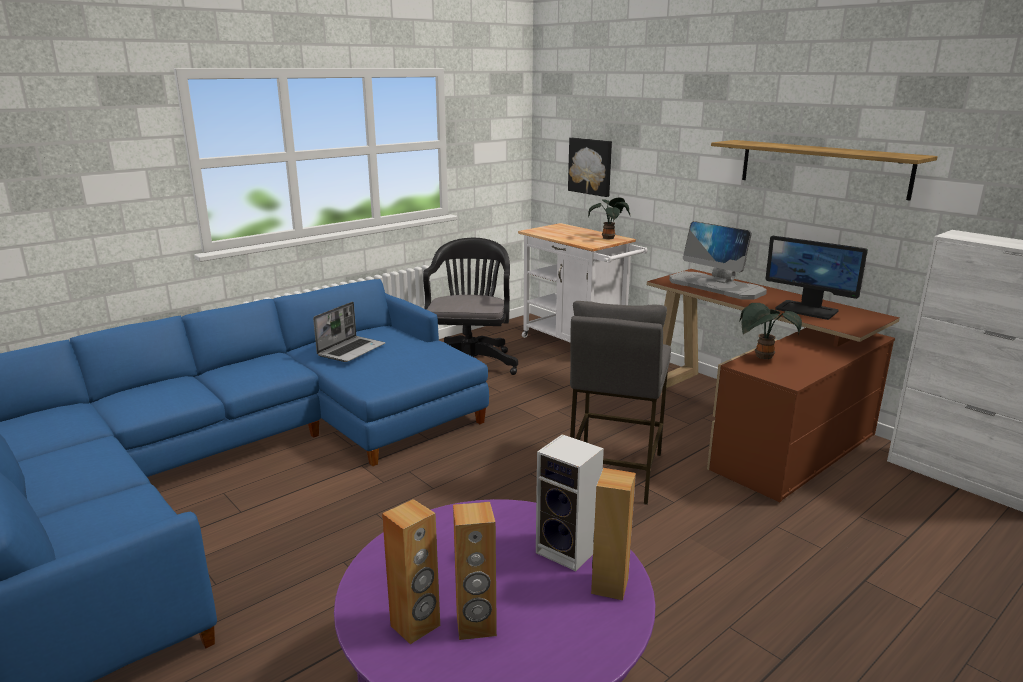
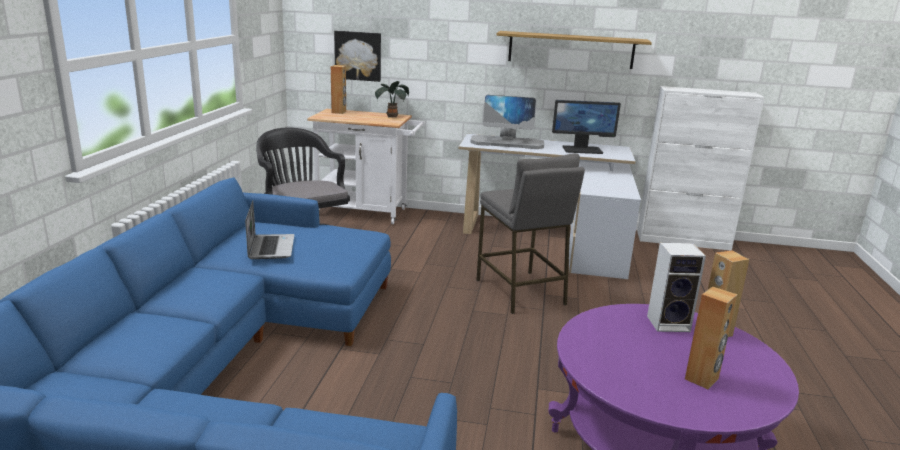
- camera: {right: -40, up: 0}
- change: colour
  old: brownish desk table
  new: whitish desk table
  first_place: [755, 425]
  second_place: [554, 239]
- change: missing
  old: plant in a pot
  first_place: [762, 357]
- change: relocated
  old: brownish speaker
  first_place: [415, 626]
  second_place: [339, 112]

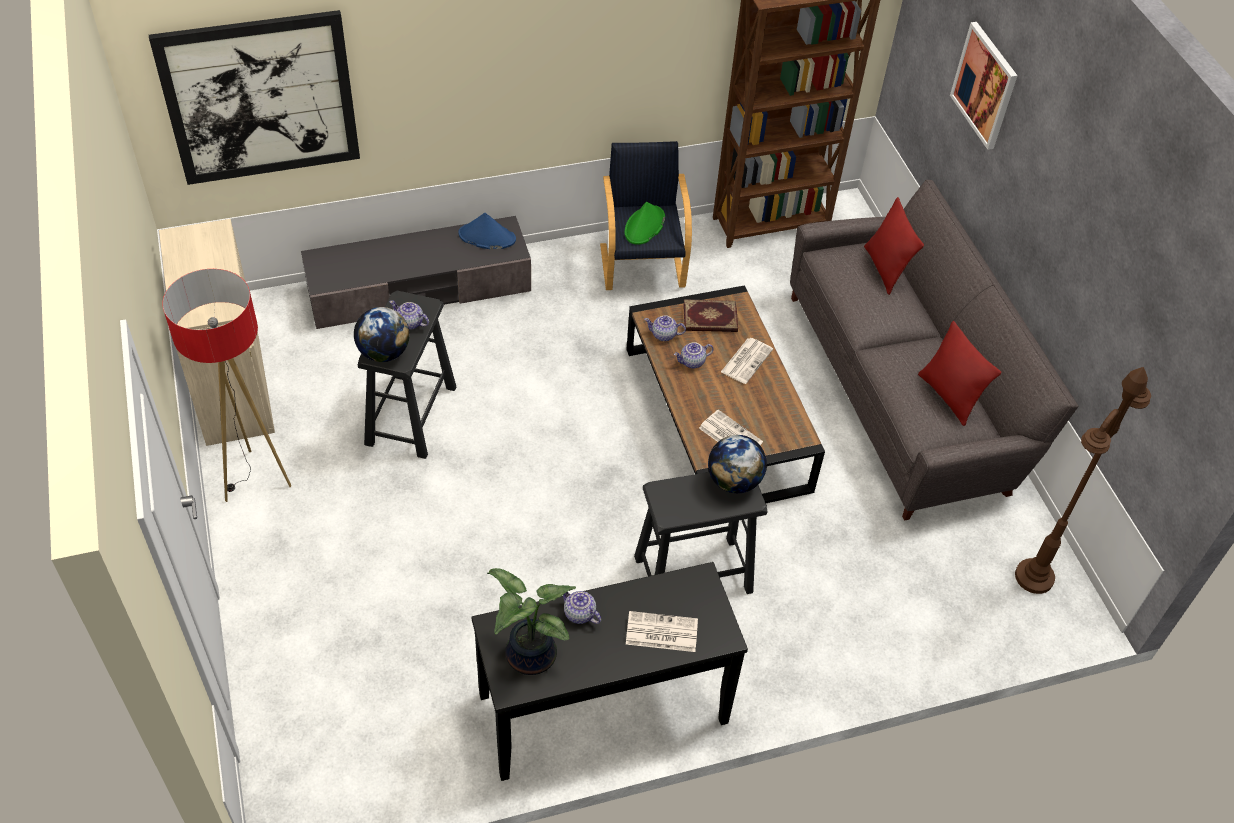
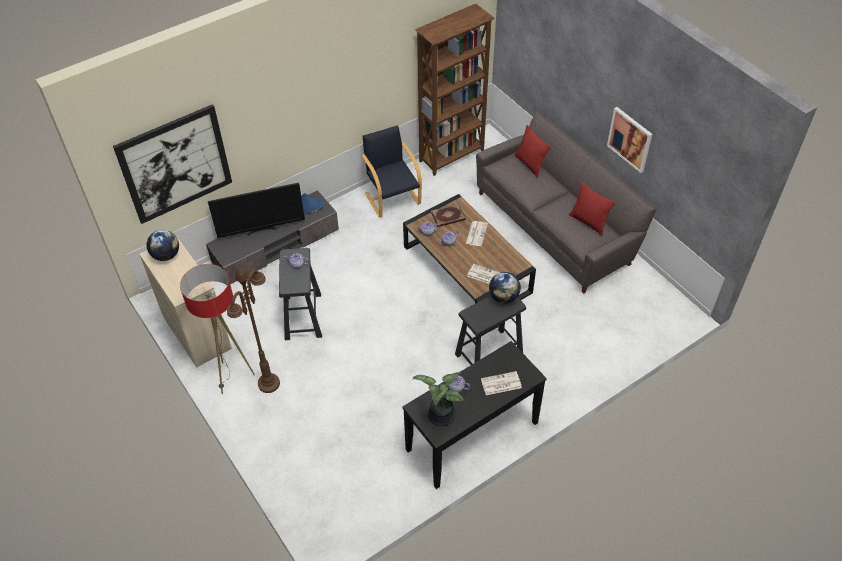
- camera: {right: -15, up: 0}
- change: relocated
  old: wall picture
  first_place: [985, 85]
  second_place: [630, 139]
- change: missing
  old: green-coloured clothing hat
  first_place: [644, 226]
- change: relocated
  old: globe
  first_place: [384, 352]
  second_place: [166, 255]
- change: relocated
  old: brownish standing lamp
  first_place: [1034, 577]
  second_place: [269, 384]
- change: appeared
  new: TV
  second_place: [261, 230]

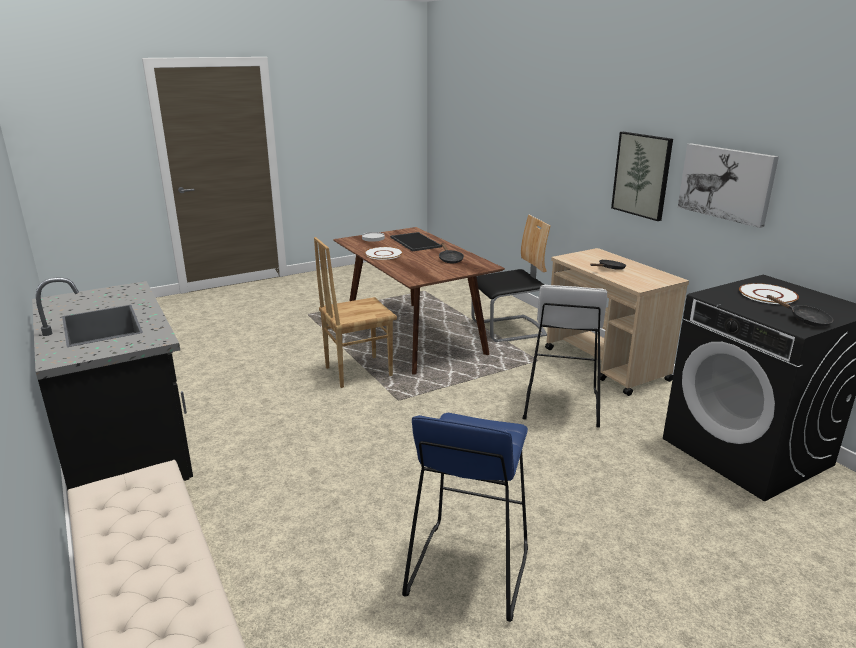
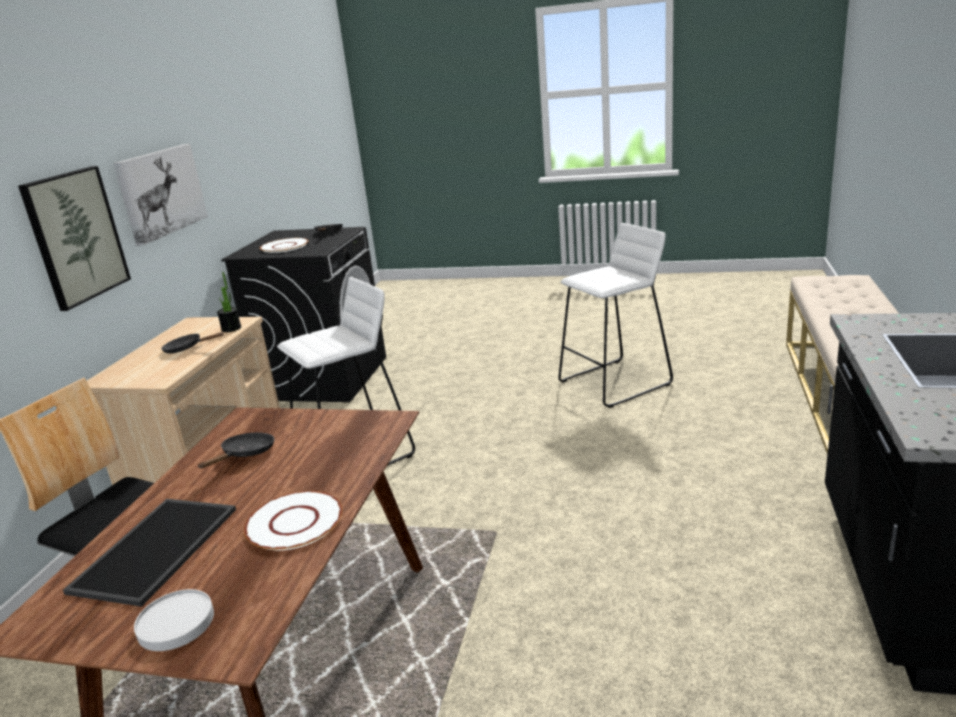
- camera: {right: -135, up: 0}
- change: missing
  old: brownish plain chair
  first_place: [357, 371]
- change: colour
  old: blue-coloured stool
  new: whitish stool
  first_place: [467, 570]
  second_place: [615, 383]
- change: appeared
  new: plant in a pot
  second_place: [231, 328]

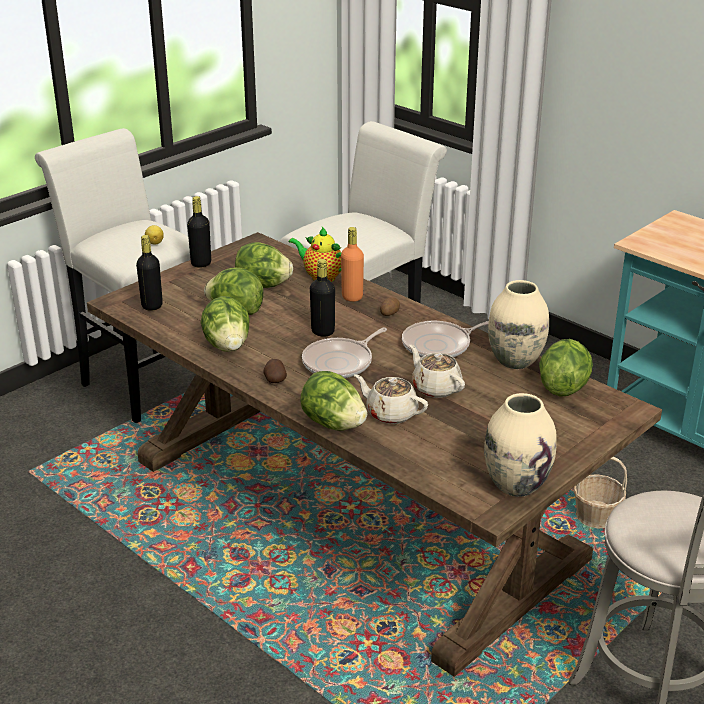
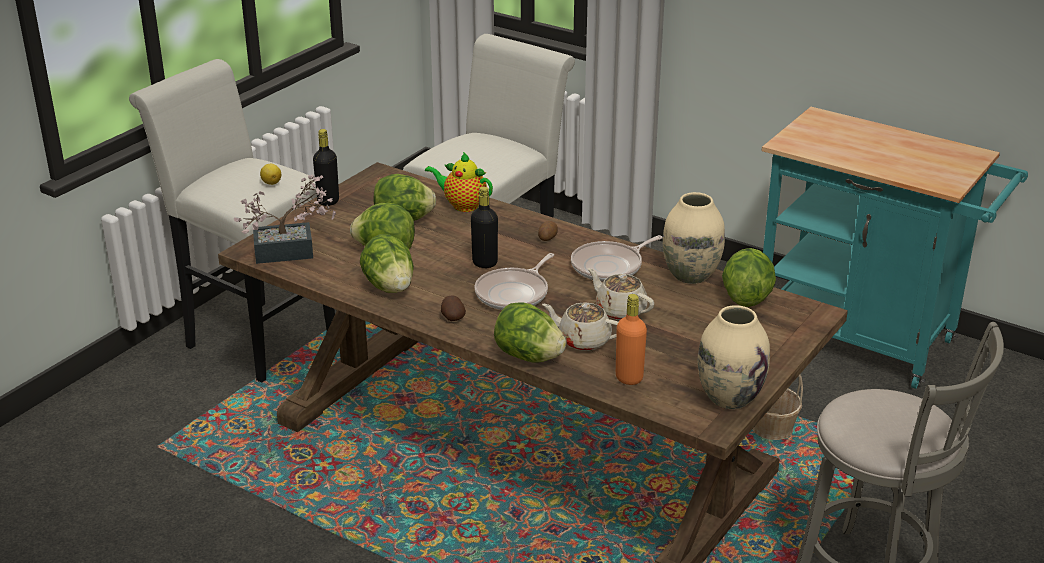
- camera: {right: -10, up: 0}
- change: relocated
  old: orange beverage bottle
  first_place: [352, 297]
  second_place: [629, 378]
- change: exchanged
  old: black-coloured beverage bottle
  new: plant in a pot
  first_place: [152, 306]
  second_place: [292, 251]

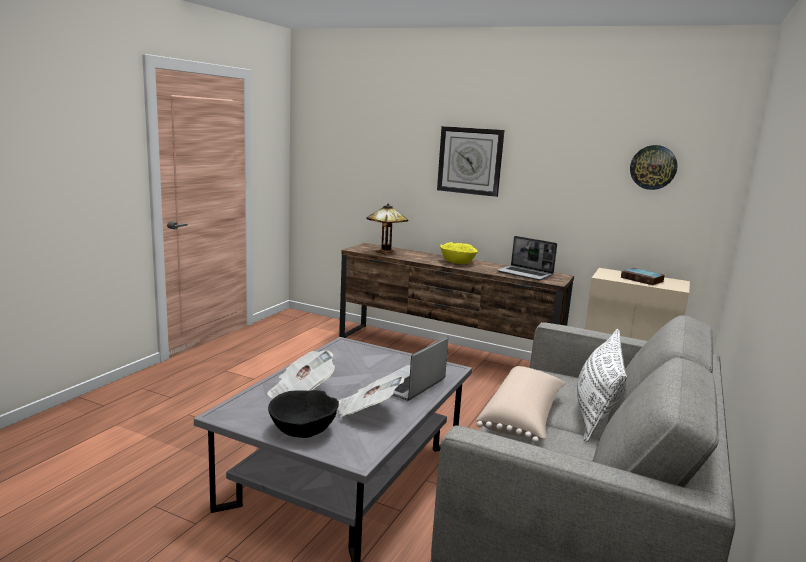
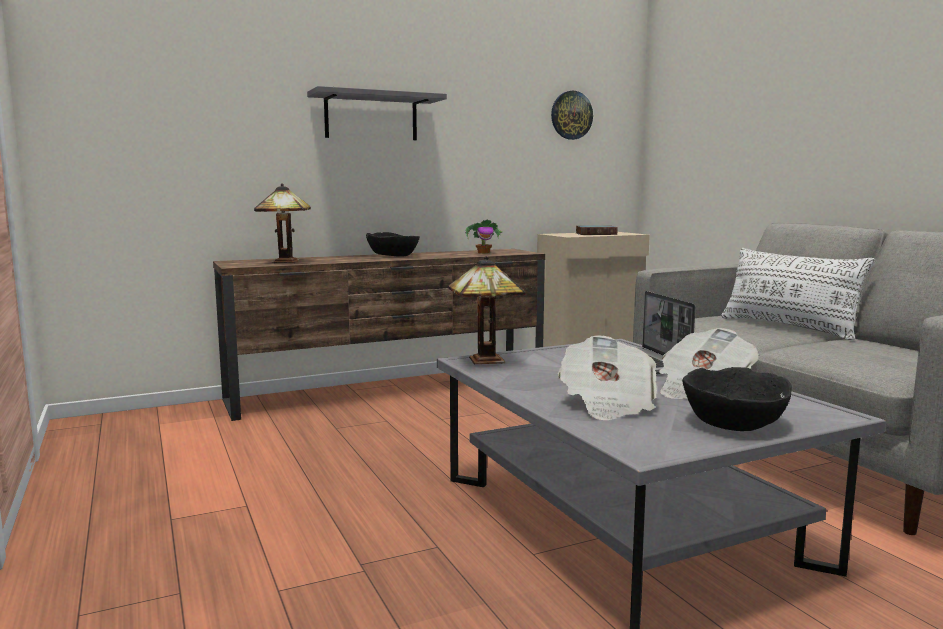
- camera: {right: -50, up: -5}
- change: exchanged
  old: wall clock
  new: gray shelf
  first_place: [470, 161]
  second_place: [371, 117]
- change: exchanged
  old: laptop
  new: plant in a pot
  first_place: [525, 274]
  second_place: [484, 253]
- change: colour
  old: yellow bowl
  new: black-coloured bowl
  first_place: [458, 262]
  second_place: [393, 256]
- change: missing
  old: beige cushion
  first_place: [523, 418]
- change: appeared
  new: table lamp
  second_place: [484, 361]

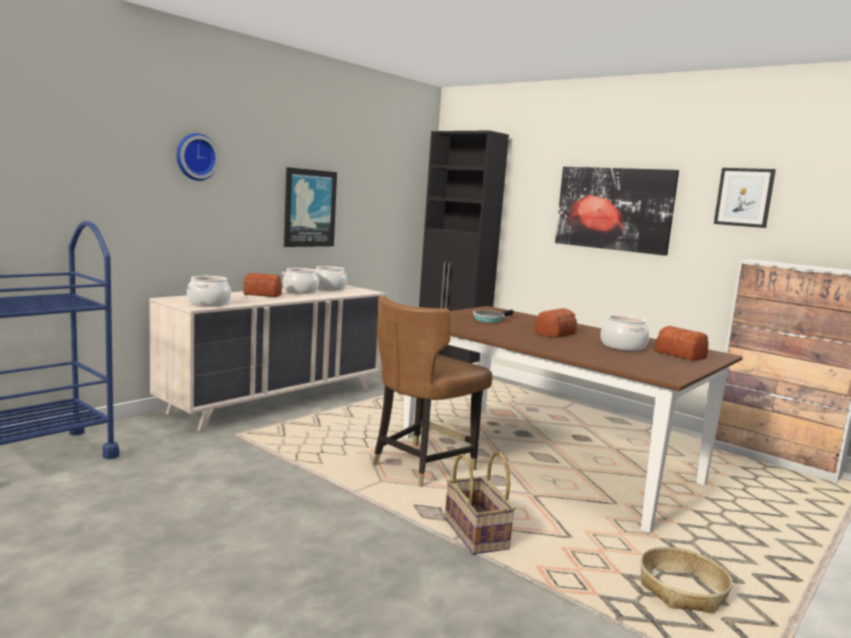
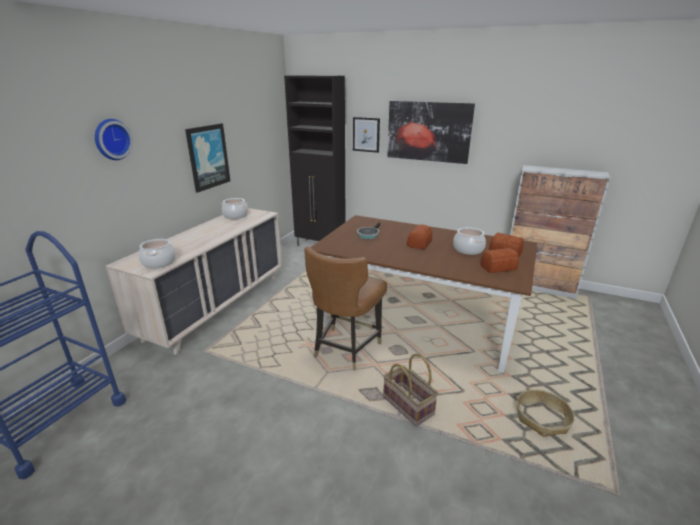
- camera: {right: -15, up: 15}
- change: relocated
  old: wall picture
  first_place: [744, 197]
  second_place: [366, 134]
- change: missing
  old: stockpot
  first_place: [300, 291]
- change: relocated
  old: bread
  first_place: [263, 294]
  second_place: [499, 267]

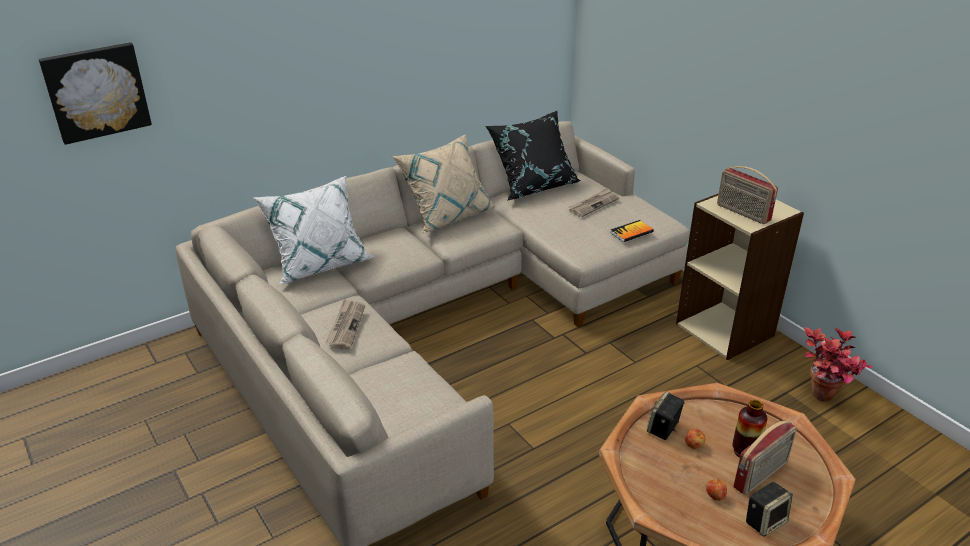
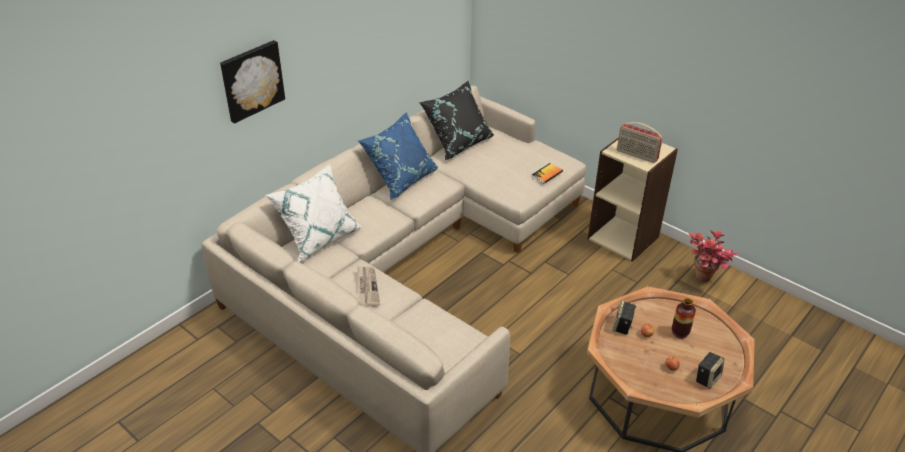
- camera: {right: -15, up: 5}
- change: relocated
  old: wall picture
  first_place: [96, 92]
  second_place: [251, 80]
- change: colour
  old: beige cushion
  new: blue-coloured cushion
  first_place: [447, 215]
  second_place: [401, 179]
- change: missing
  old: daily paper
  first_place: [593, 204]
- change: missing
  old: radio receiver
  first_place: [761, 475]

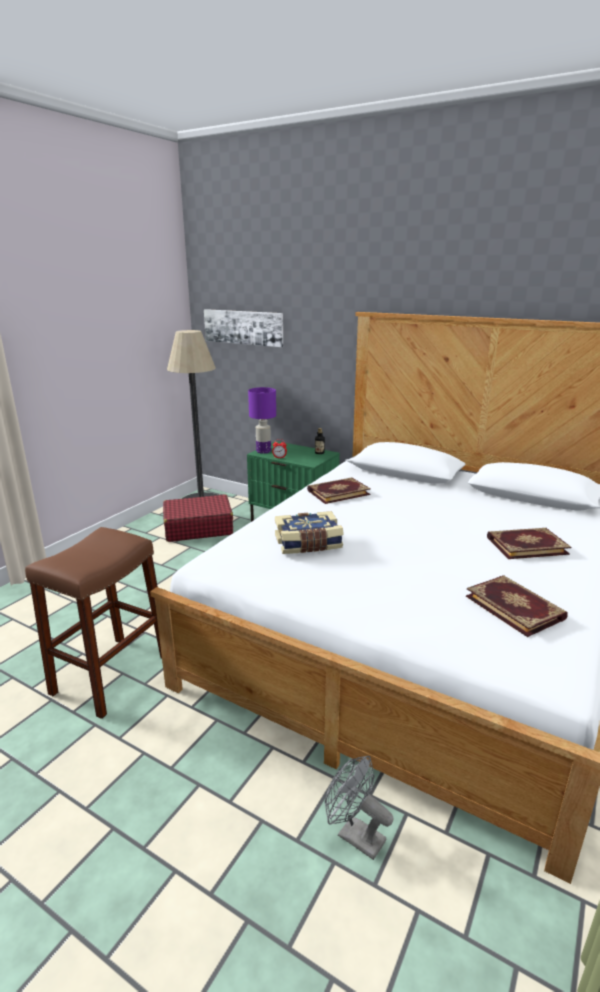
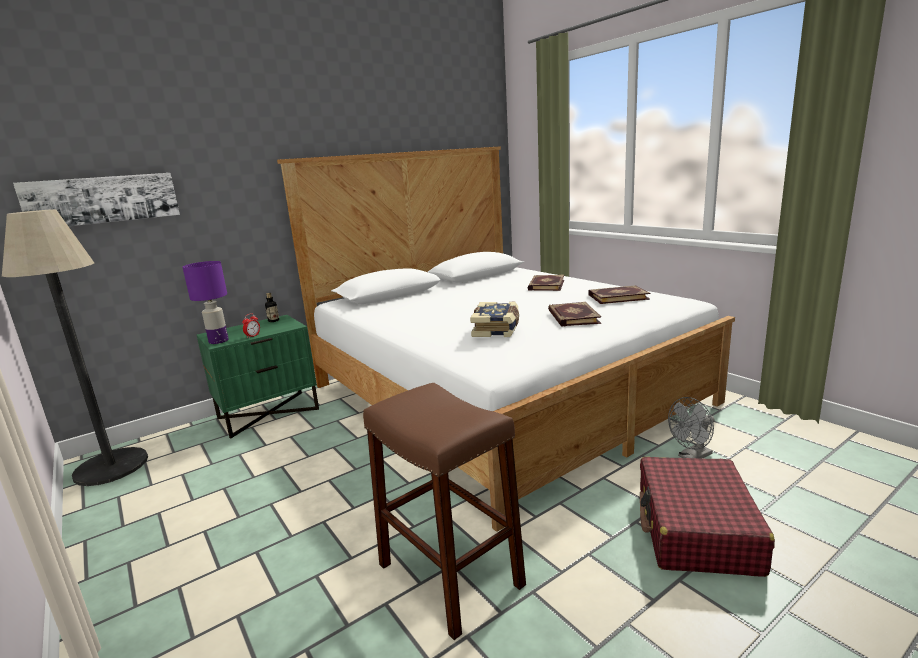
- camera: {right: -65, up: -5}
- change: relocated
  old: book
  first_place: [338, 492]
  second_place: [572, 317]
- change: relocated
  old: reddish piece of luggage
  first_place: [198, 528]
  second_place: [696, 529]

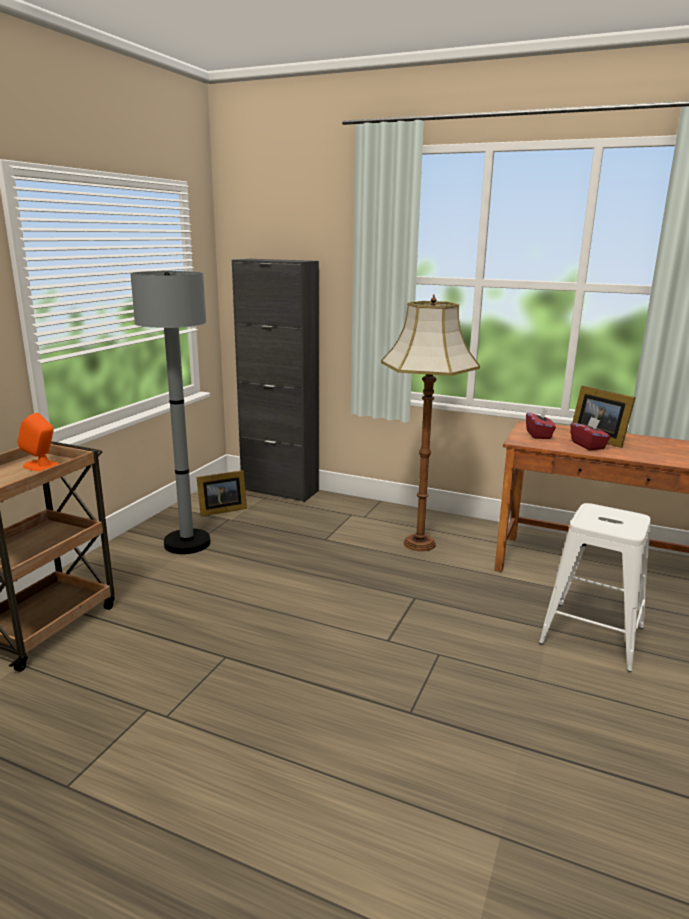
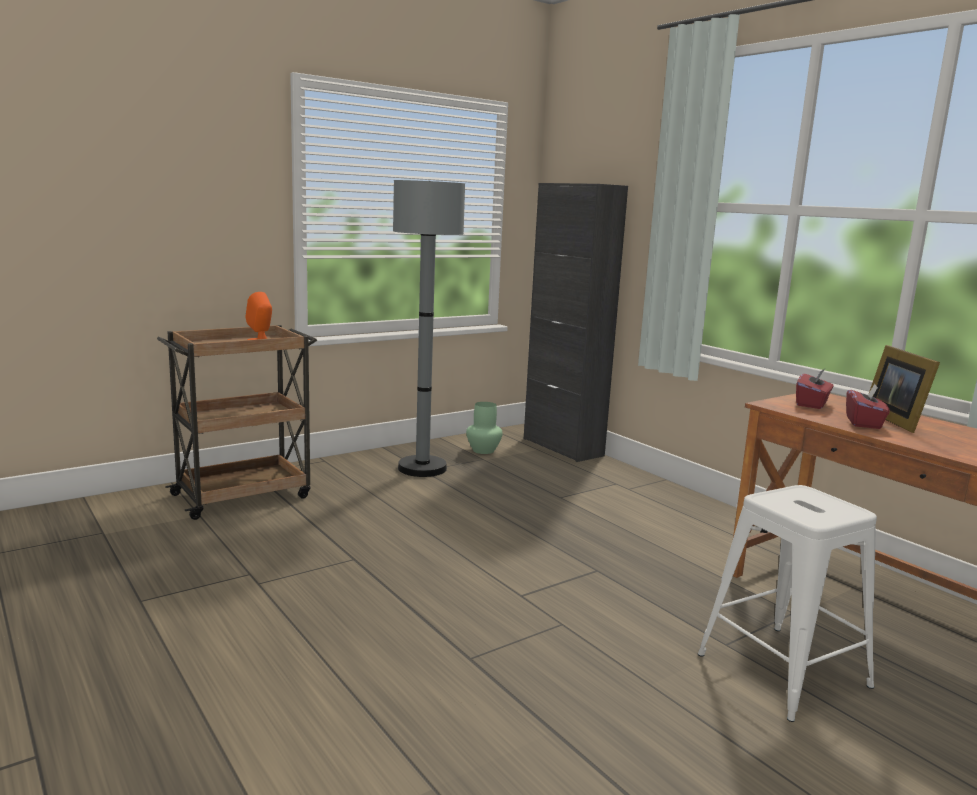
- camera: {right: 30, up: -5}
- change: missing
  old: standing lamp
  first_place: [419, 543]
- change: exchanged
  old: picture frame
  new: green-coloured decorative vase
  first_place: [220, 510]
  second_place: [483, 450]

